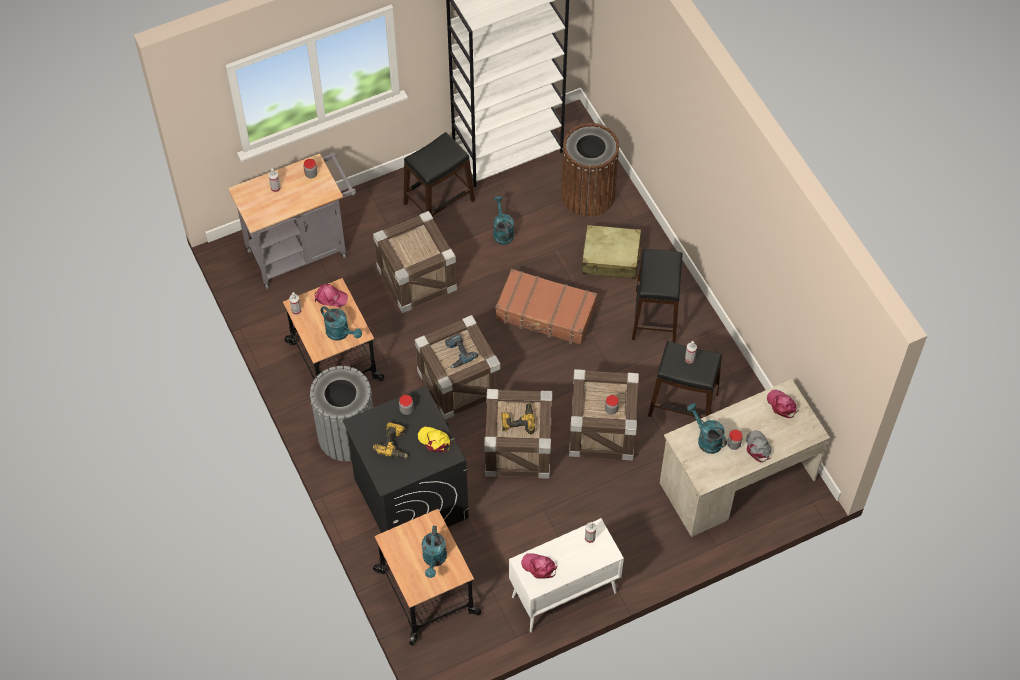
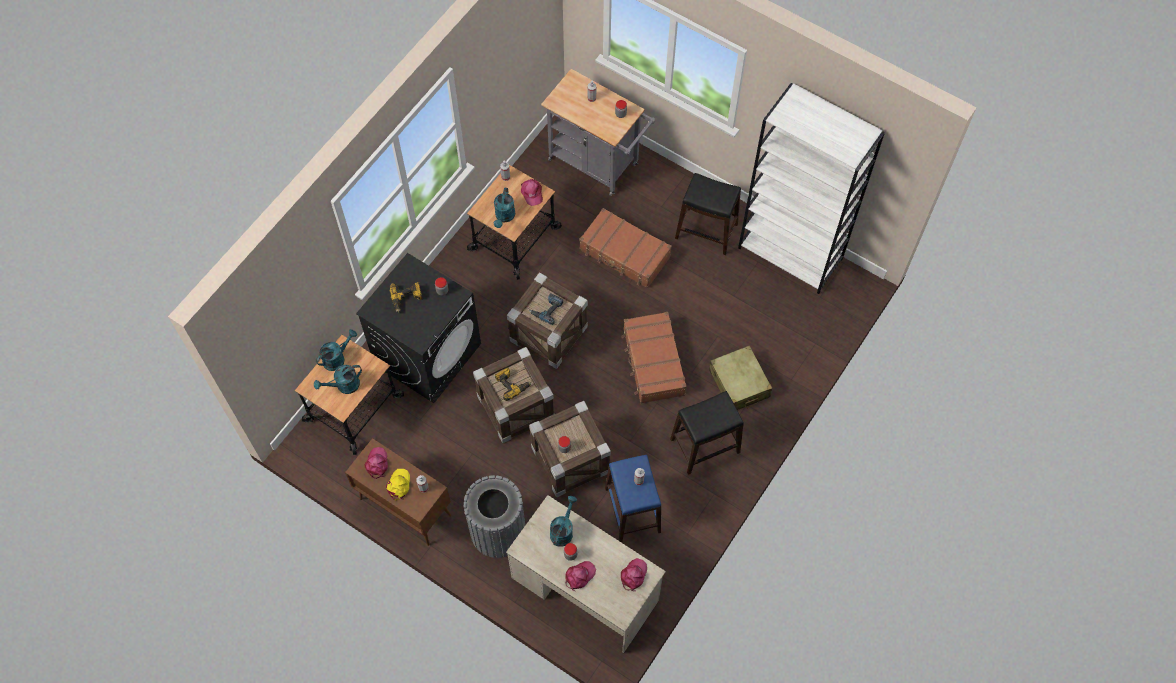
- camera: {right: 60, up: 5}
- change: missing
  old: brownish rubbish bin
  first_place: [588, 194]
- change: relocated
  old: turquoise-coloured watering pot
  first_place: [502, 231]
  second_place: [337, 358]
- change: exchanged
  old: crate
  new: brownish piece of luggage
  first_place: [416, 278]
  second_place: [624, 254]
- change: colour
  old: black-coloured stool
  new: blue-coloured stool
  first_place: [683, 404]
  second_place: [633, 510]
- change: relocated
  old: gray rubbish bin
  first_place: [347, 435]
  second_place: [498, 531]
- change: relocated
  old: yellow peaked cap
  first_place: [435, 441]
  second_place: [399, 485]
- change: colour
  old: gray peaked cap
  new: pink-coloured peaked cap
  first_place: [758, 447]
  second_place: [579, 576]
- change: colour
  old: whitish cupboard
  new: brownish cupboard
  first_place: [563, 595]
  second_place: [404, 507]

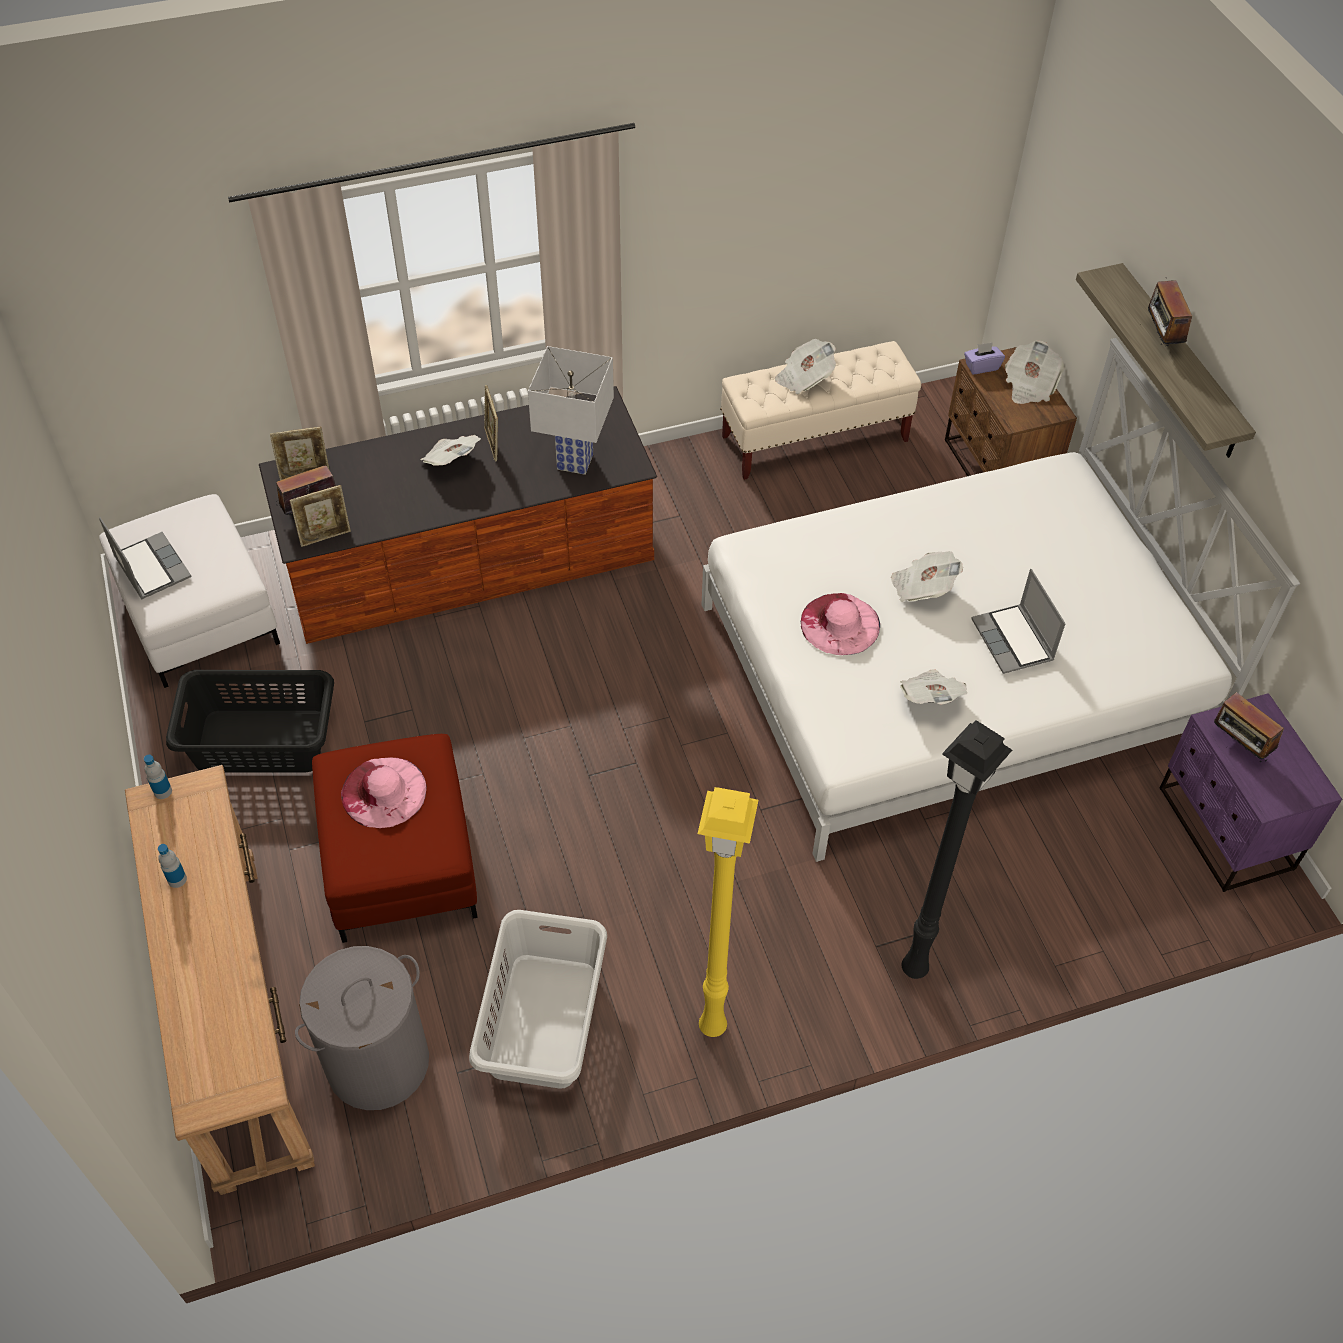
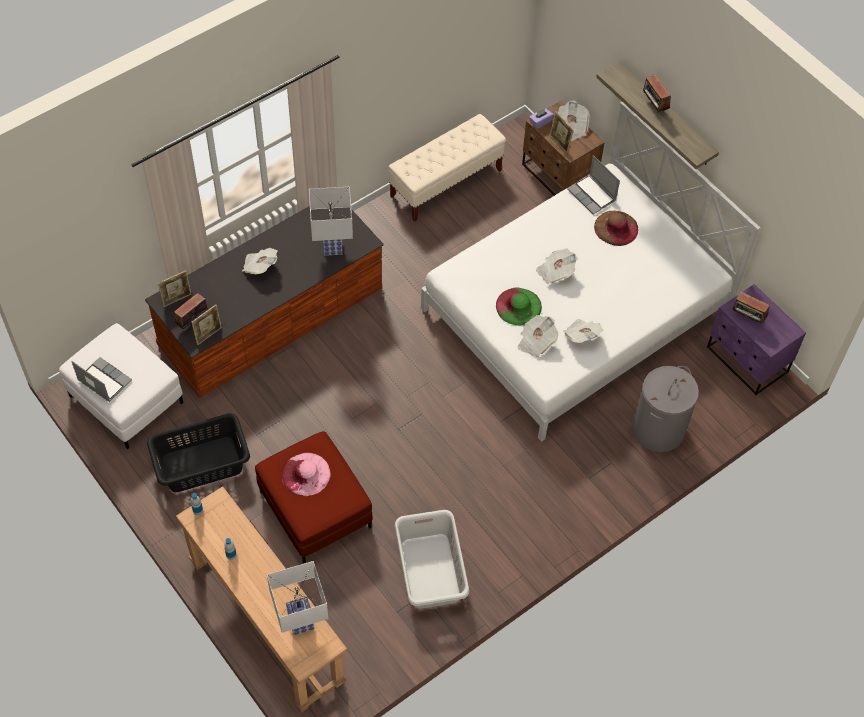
- camera: {right: -20, up: 5}
- change: relocated
  old: daily paper
  first_place: [804, 378]
  second_place: [536, 342]
- change: relocated
  old: picture frame
  first_place: [493, 444]
  second_place: [560, 143]
- change: relocated
  old: laptop
  first_place: [1014, 641]
  second_place: [592, 195]
- change: colour
  old: pink-coloured clothing hat
  new: green-coloured clothing hat
  first_place: [840, 624]
  second_place: [518, 306]
- change: missing
  old: black-coloured standing lamp
  first_place: [912, 969]
- change: missing
  old: yellow standing lamp
  first_place: [714, 1025]
- change: relocated
  old: gray laundry basket
  first_place: [378, 1062]
  second_place: [658, 429]
- change: appeared
  new: brownish clothing hat
  second_place: [616, 228]
- change: appeared
  new: whitish table lamp
  second_place: [301, 622]

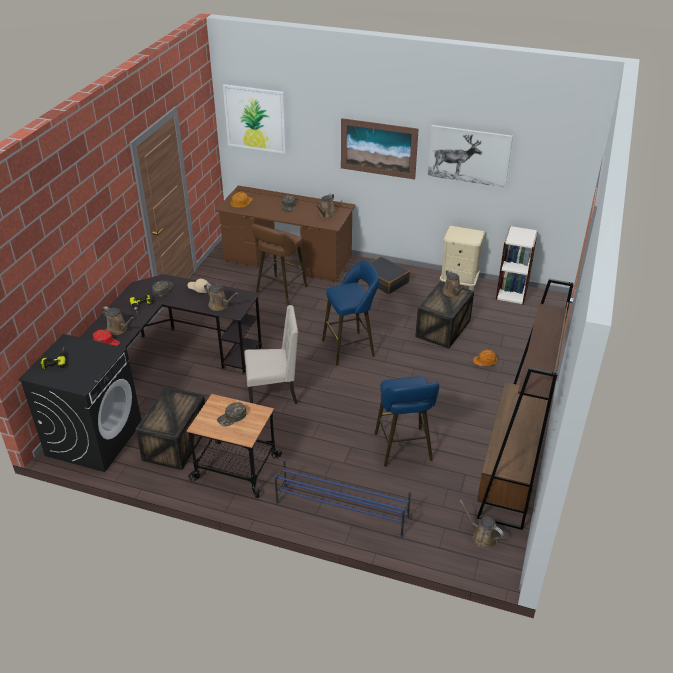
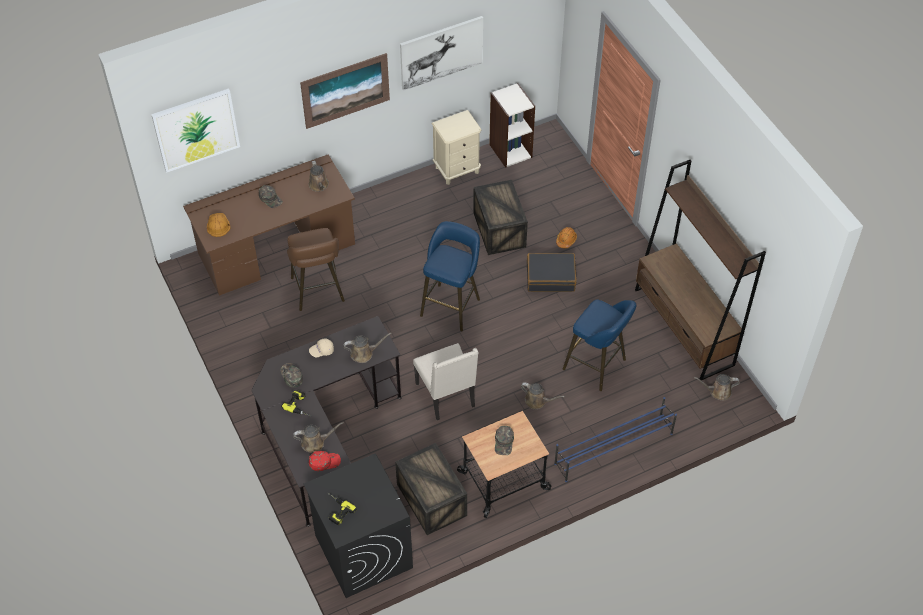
- camera: {right: -45, up: 15}
- change: relocated
  old: black-coloured piece of luggage
  first_place: [384, 281]
  second_place: [550, 277]
- change: relocated
  old: brownish watering pot
  first_place: [452, 292]
  second_place: [537, 401]
- change: spun
  old: beige plain chair
  first_place: [274, 393]
  second_place: [447, 396]
  degrees: 120

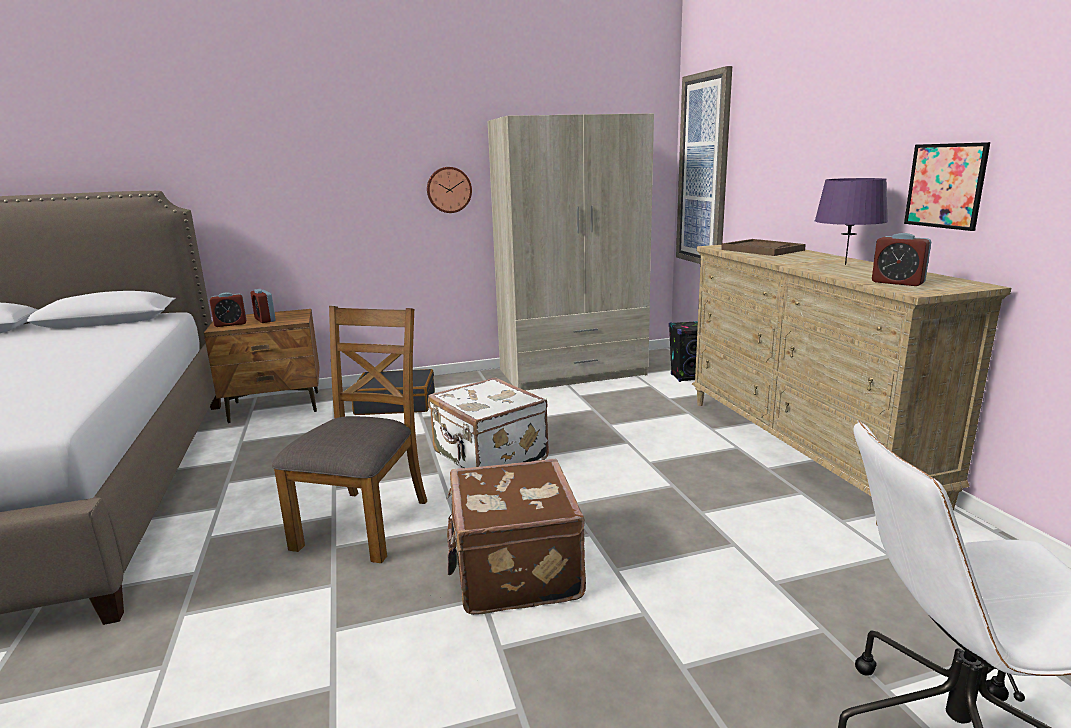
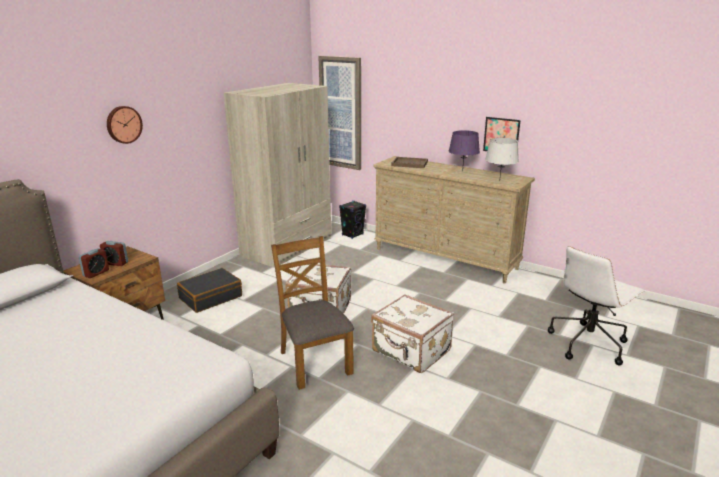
- camera: {right: -40, up: 5}
- change: relocated
  old: wall clock
  first_place: [449, 190]
  second_place: [123, 124]
- change: exchanged
  old: alarm clock
  new: gray table lamp
  first_place: [897, 282]
  second_place: [499, 181]
- change: colour
  old: brownish piece of luggage
  new: whitish piece of luggage
  first_place: [513, 570]
  second_place: [411, 351]

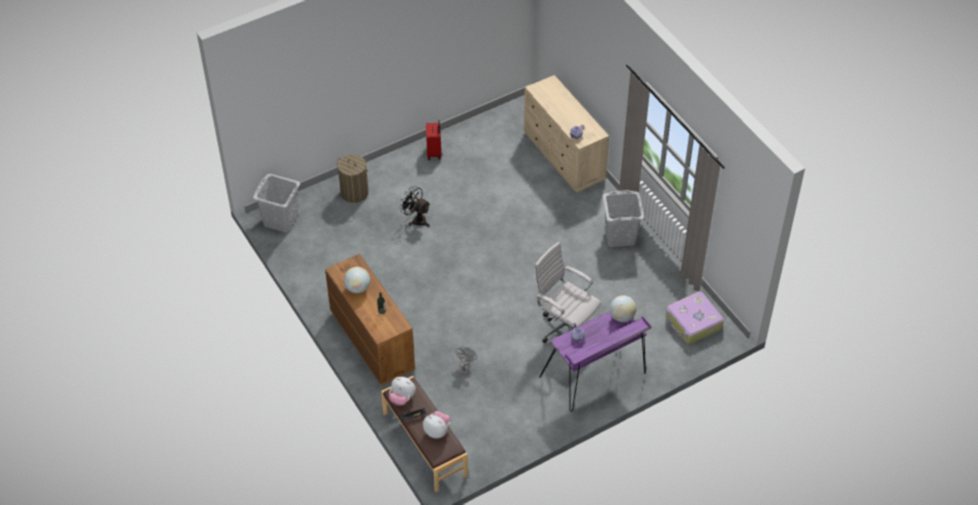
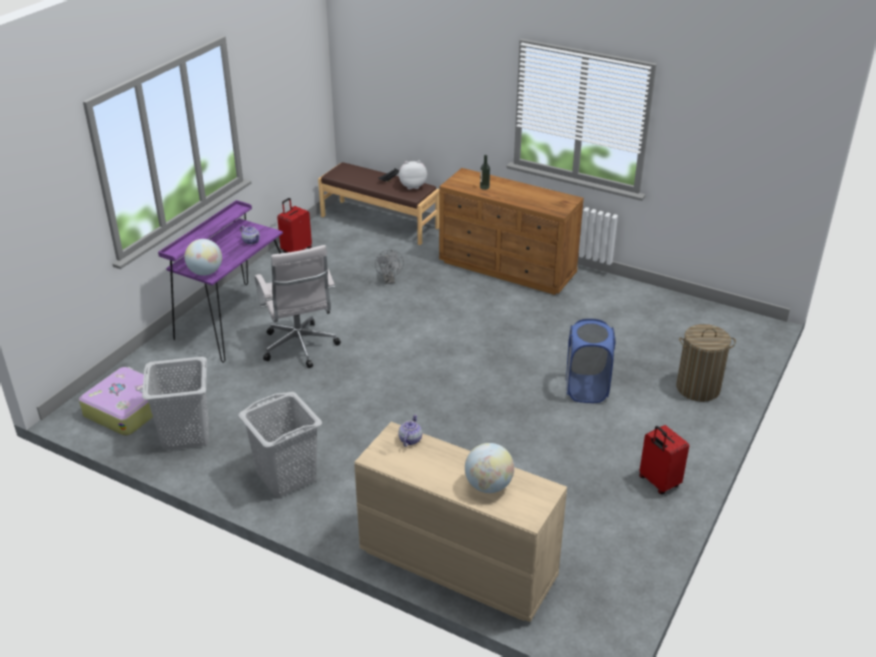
- camera: {right: 150, up: -15}
- change: relocated
  old: gray laundry basket
  first_place: [281, 220]
  second_place: [186, 434]
- change: exchanged
  old: black-coloured electric fan
  new: blue-coloured laundry basket
  first_place: [416, 219]
  second_place: [586, 389]
- change: spun
  old: whitish office chair
  first_place: [564, 327]
  second_place: [300, 348]
  degrees: 60
- change: relocated
  old: globe
  first_place: [357, 288]
  second_place: [488, 486]
- change: missing
  old: cuddly toy
  first_place: [437, 431]
- change: appeared
  new: reddish piece of luggage
  second_place: [296, 250]

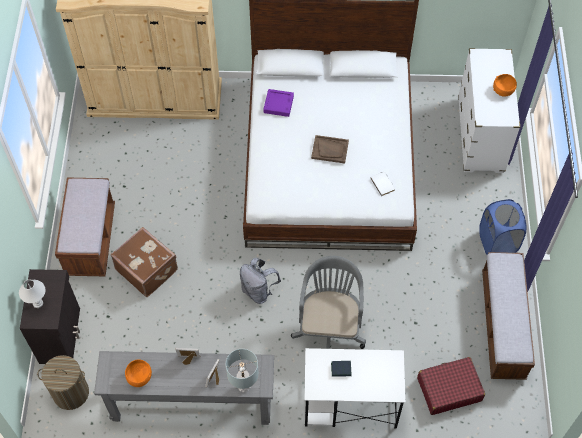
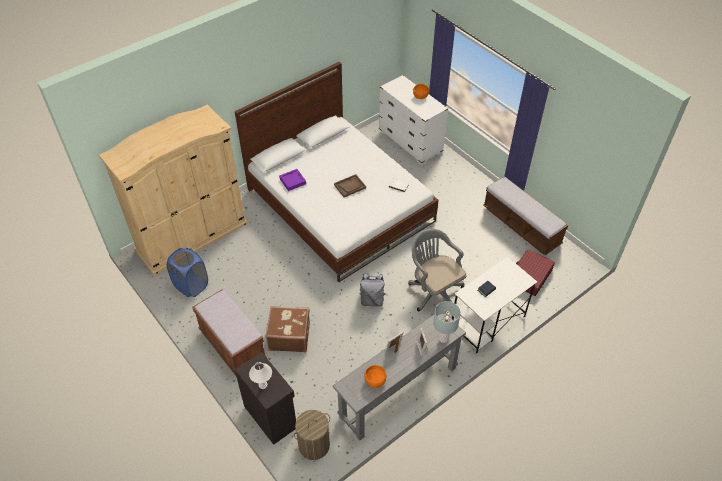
- camera: {right: -40, up: -10}
- change: relocated
  old: blue-coloured laundry basket
  first_place: [497, 242]
  second_place: [191, 285]

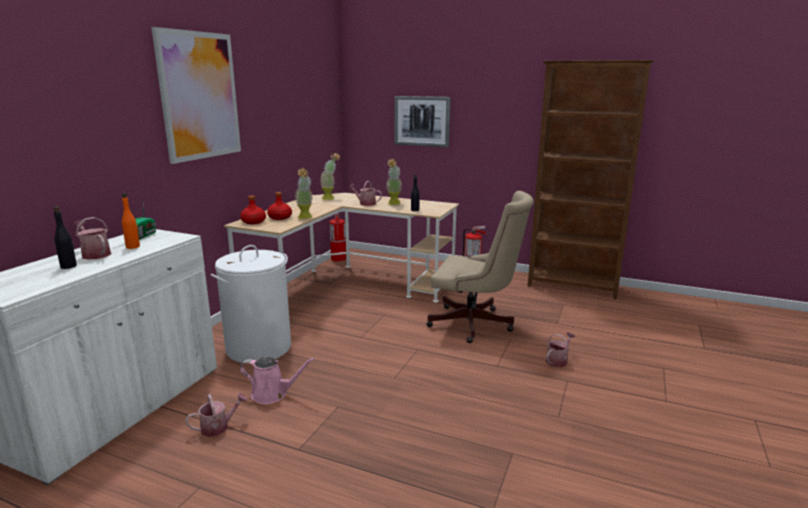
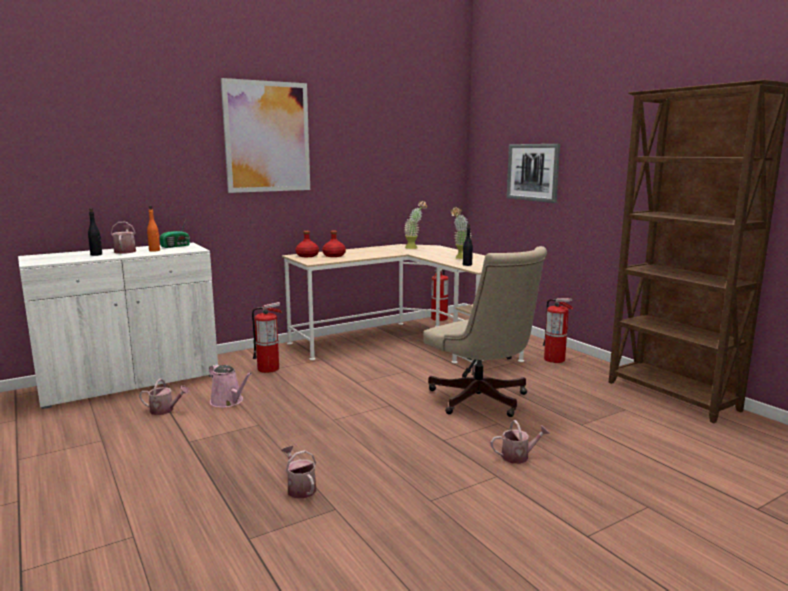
- camera: {right: 35, up: -5}
- change: missing
  old: plant in a pot
  first_place: [305, 218]
- change: relocated
  old: watering pot
  first_place: [365, 203]
  second_place: [299, 488]
- change: exchanged
  old: whitish laundry basket
  new: extinguisher
  first_place: [259, 347]
  second_place: [268, 369]

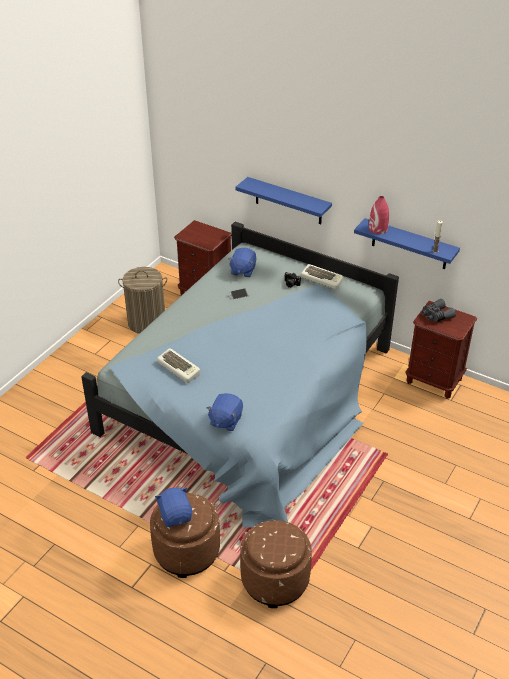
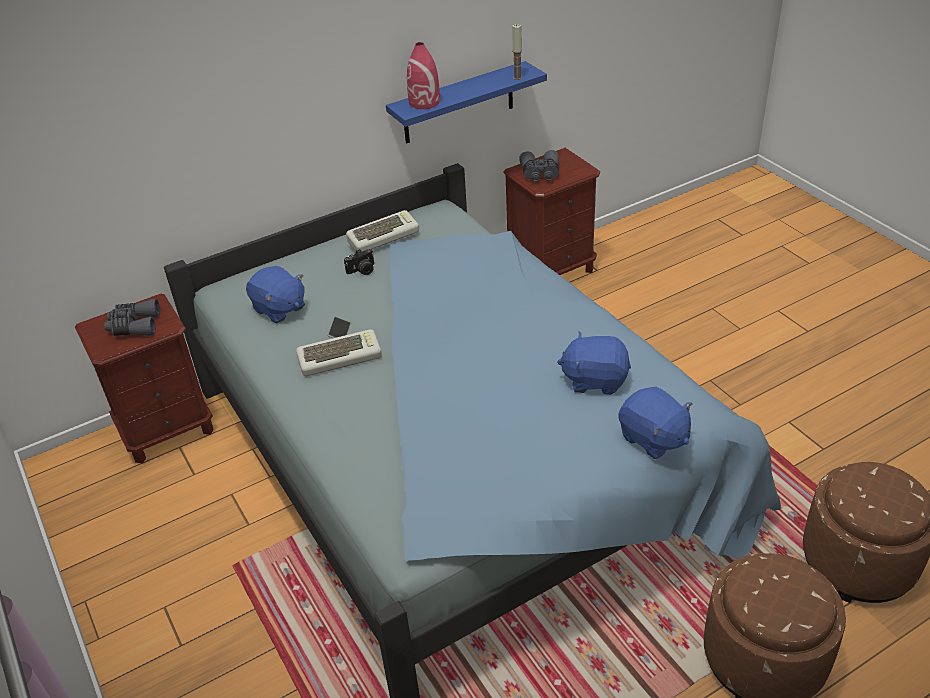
- camera: {right: -60, up: 0}
- change: missing
  old: blue-coloured shelf
  first_place: [288, 201]
- change: missing
  old: laundry basket
  first_place: [147, 322]
- change: relocated
  old: keyboard
  first_place: [179, 368]
  second_place: [340, 357]
- change: relocated
  old: blue-coloured cuddly toy
  first_place: [176, 515]
  second_place: [595, 379]
- change: appeared
  new: gray pair of binoculars
  second_place: [134, 326]

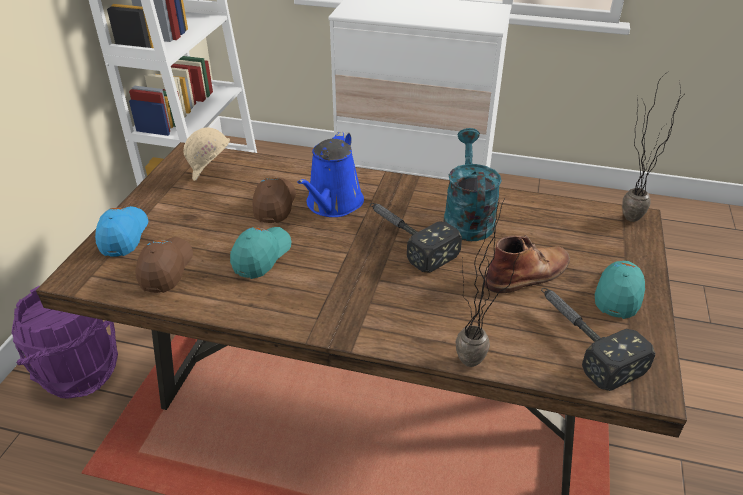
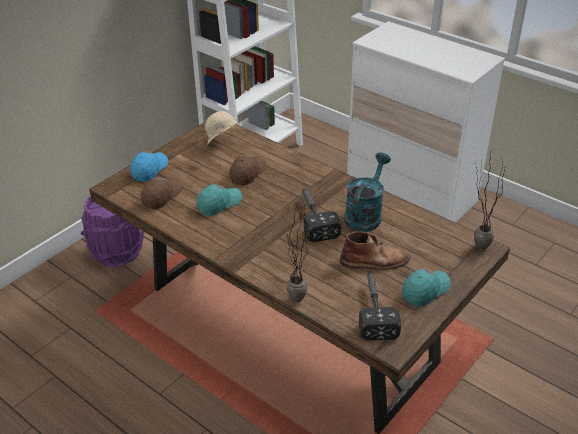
- camera: {right: 25, up: 0}
- change: missing
  old: blue-coloured watering pot
  first_place: [333, 204]

